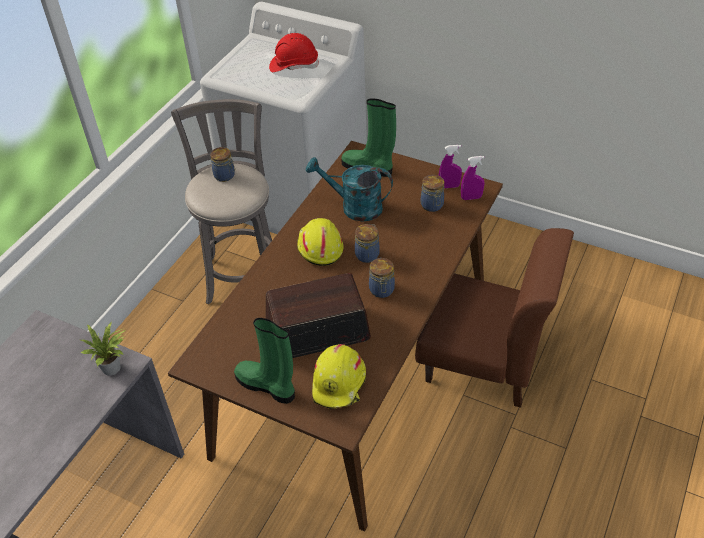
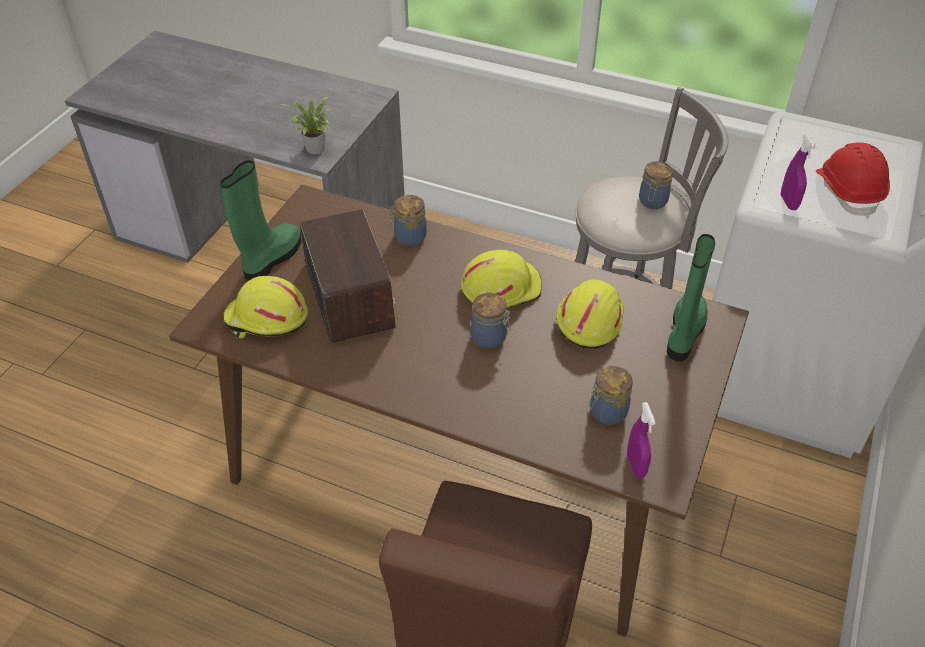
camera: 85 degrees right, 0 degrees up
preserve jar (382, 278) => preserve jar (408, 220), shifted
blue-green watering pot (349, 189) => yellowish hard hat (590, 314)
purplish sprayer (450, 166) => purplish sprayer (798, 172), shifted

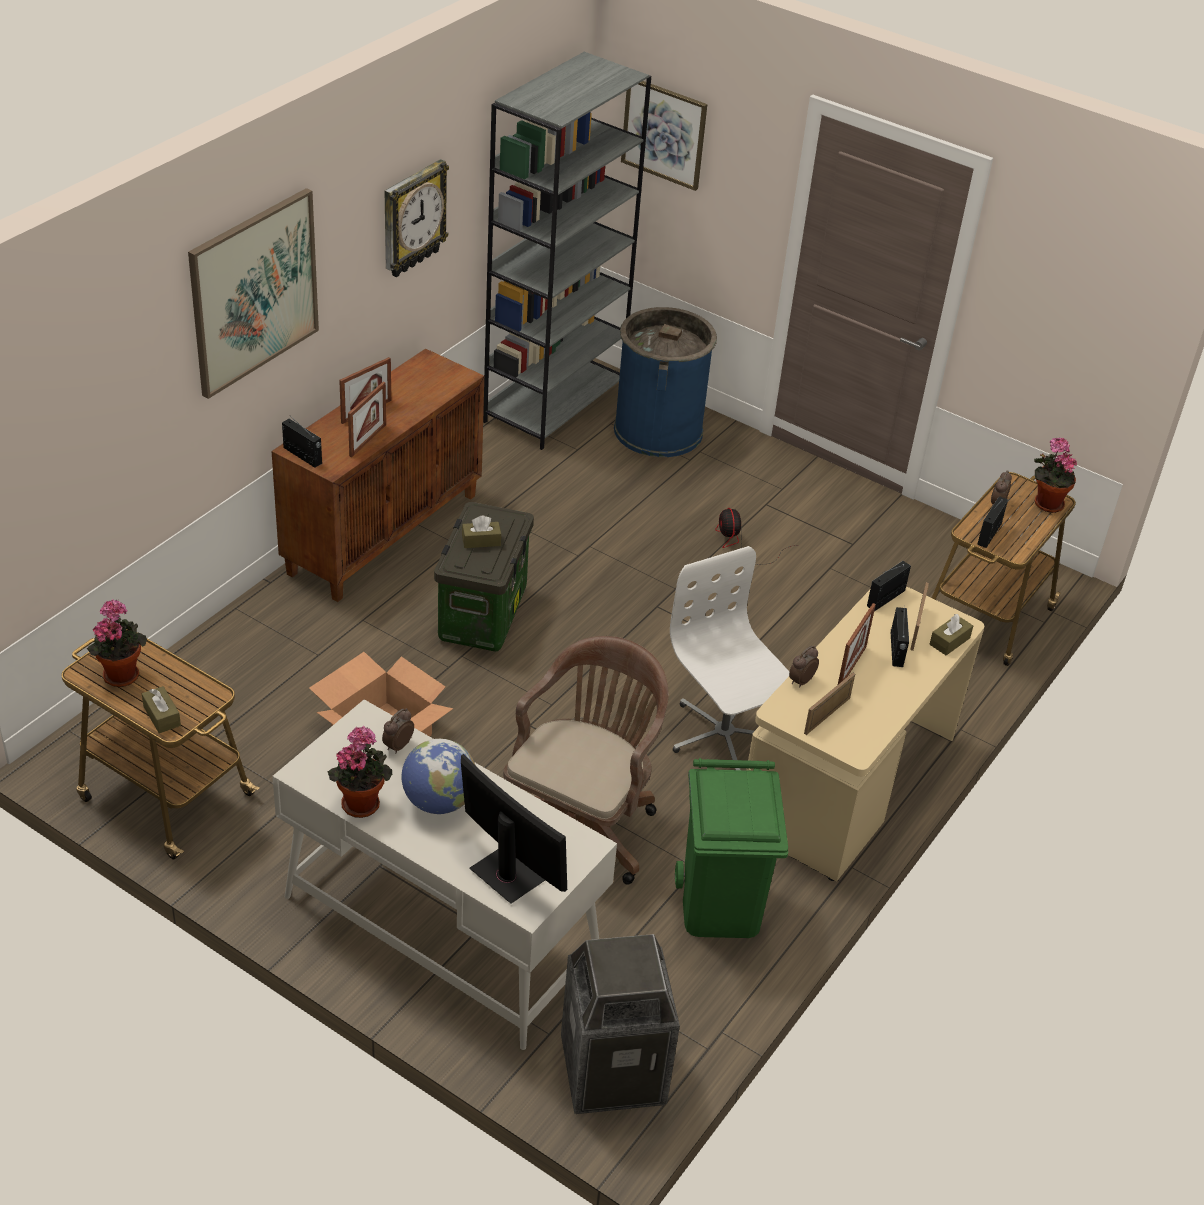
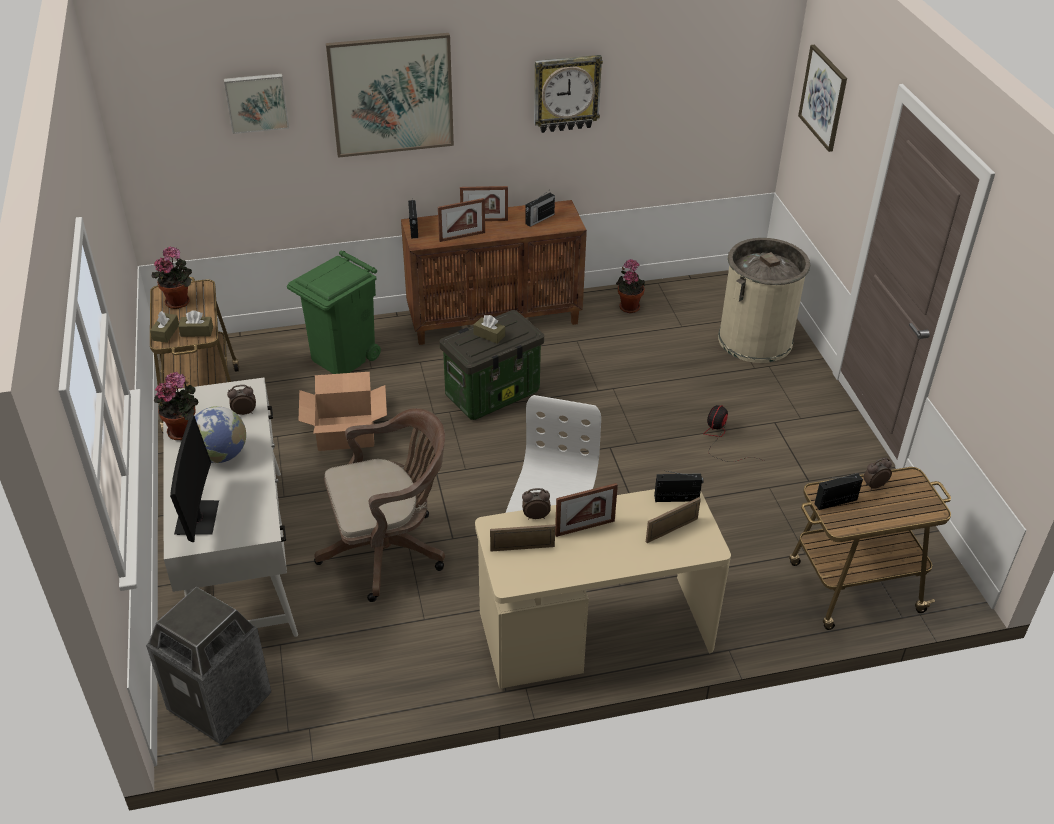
camera: 45 degrees right, 0 degrees up
brownish tissue holder (951, 634) => brownish tissue holder (195, 323), shifted
nothing => wall art (256, 104)
green rubbish bin (731, 848) => green rubbish bin (334, 312), shifted
radio (900, 637) => radio (540, 209), shifted
plant in a pot (1055, 475) => plant in a pot (631, 286), shifted
blue-coloured rubbish bin (665, 382) => sand-coloured rubbish bin (764, 300)
greyish bookcase (567, 251) => nothing

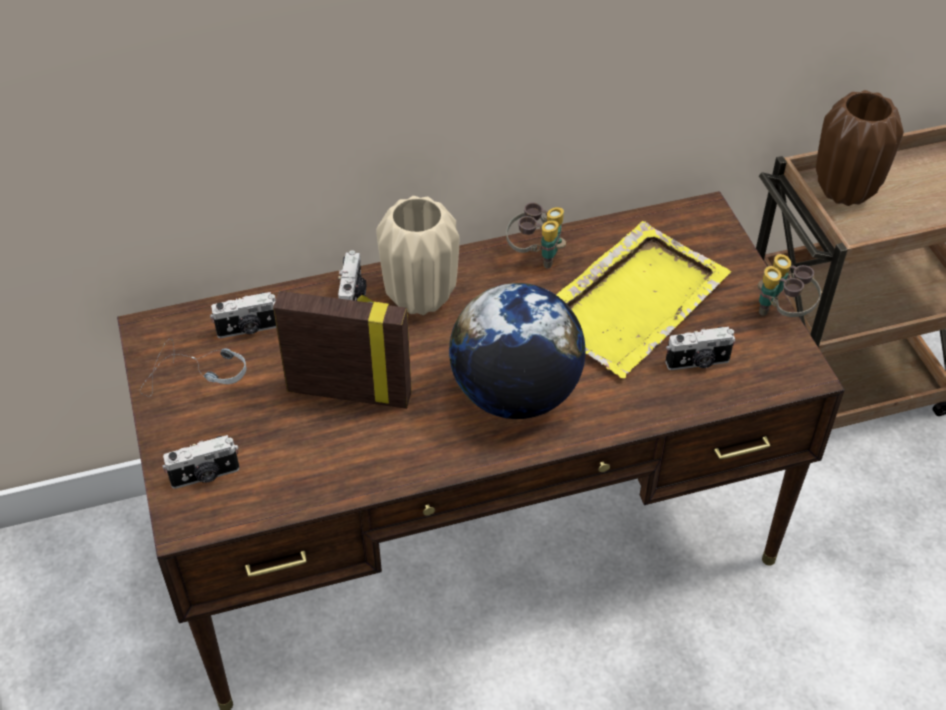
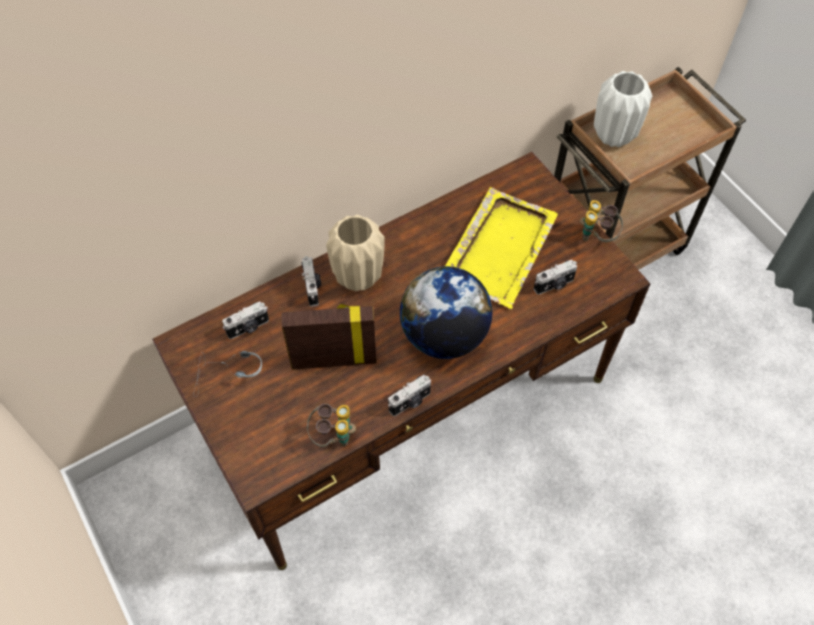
camera: 15 degrees left, 10 degrees up
field glasses (536, 235) => field glasses (331, 425), shifted
photo camera (201, 462) => photo camera (409, 395), shifted
brownish decorative vase (860, 148) => whitish decorative vase (623, 109)

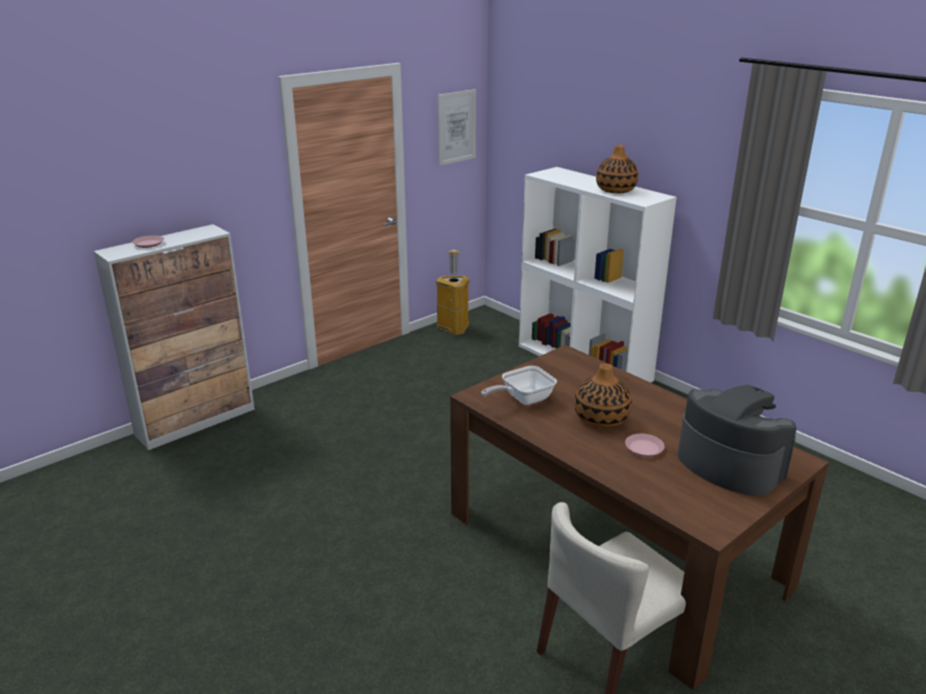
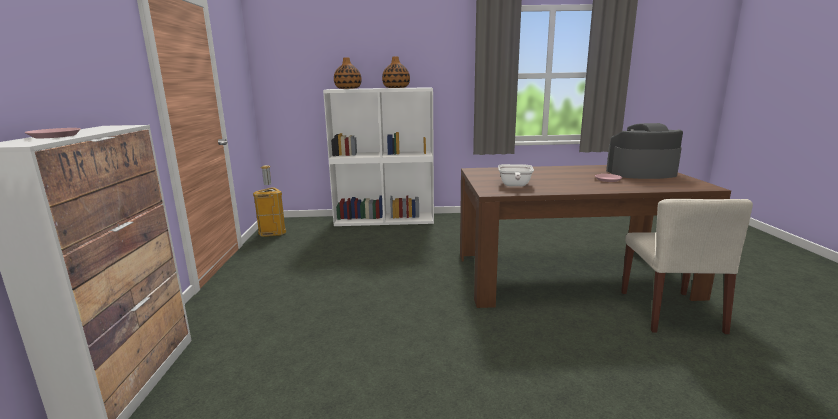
camera: 50 degrees left, 10 degrees down
decorative vase (603, 395) => decorative vase (348, 73), shifted
wall art (457, 127) => nothing

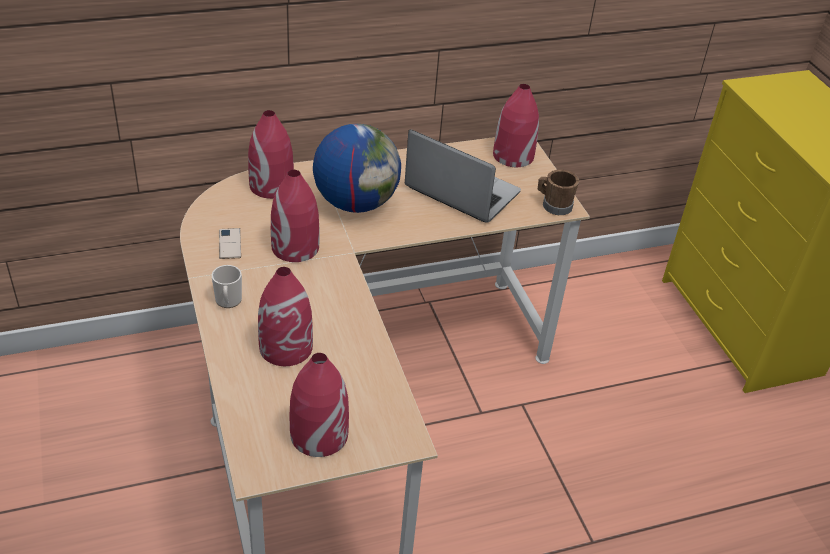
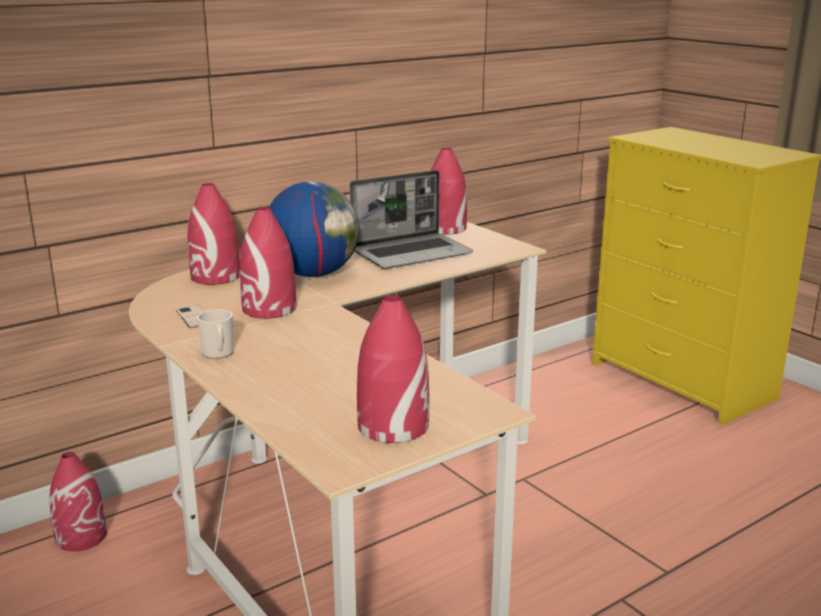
camera: 15 degrees left, 20 degrees down
reddish decorative vase (285, 316) => reddish decorative vase (78, 502), shifted
laptop (463, 176) => laptop (411, 219), 135 degrees clockwise
brownish tea mug (558, 192) => nothing

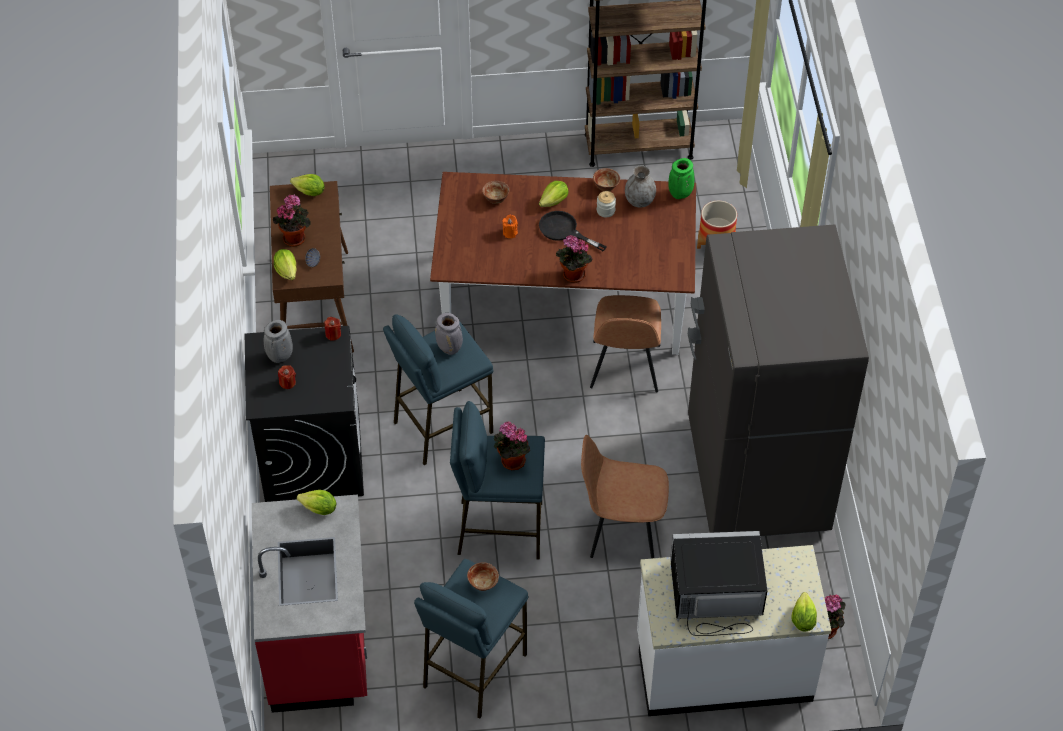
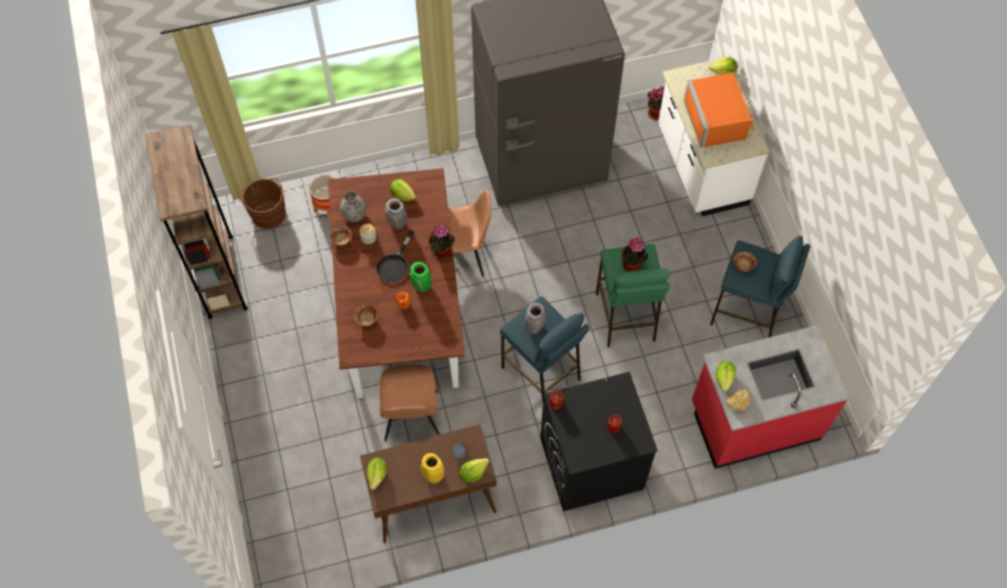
camera: 100 degrees left, 10 degrees up
nothing => brownish bucket (262, 203)
brownish upright chair (625, 497) => brownish upright chair (410, 403), shifted
greyish decorative vase (278, 341) => greyish decorative vase (396, 213), shifted
lettuce head (554, 194) => lettuce head (403, 190), shifted
green decorative vase (681, 178) => green decorative vase (421, 277), shifted
plant in a pot (292, 220) => yellowish decorative vase (432, 468)
blue-coloured stool (497, 480) => green stool (633, 295)
blackish kitchen microwave (719, 583) => orange-coloured kitchen microwave (719, 110)
nothing => bread (738, 400)

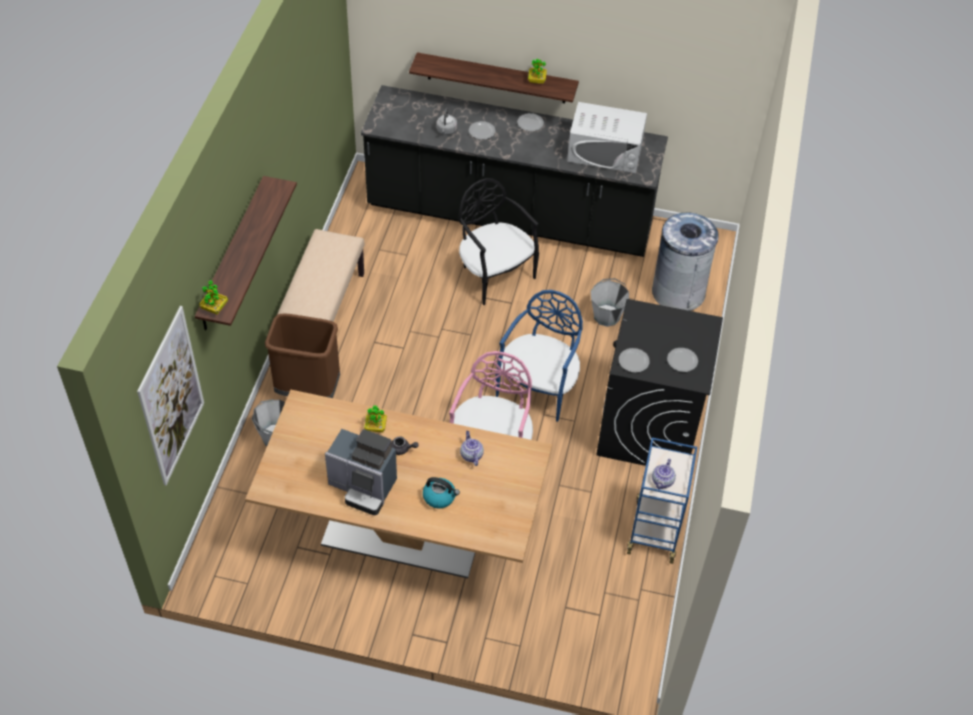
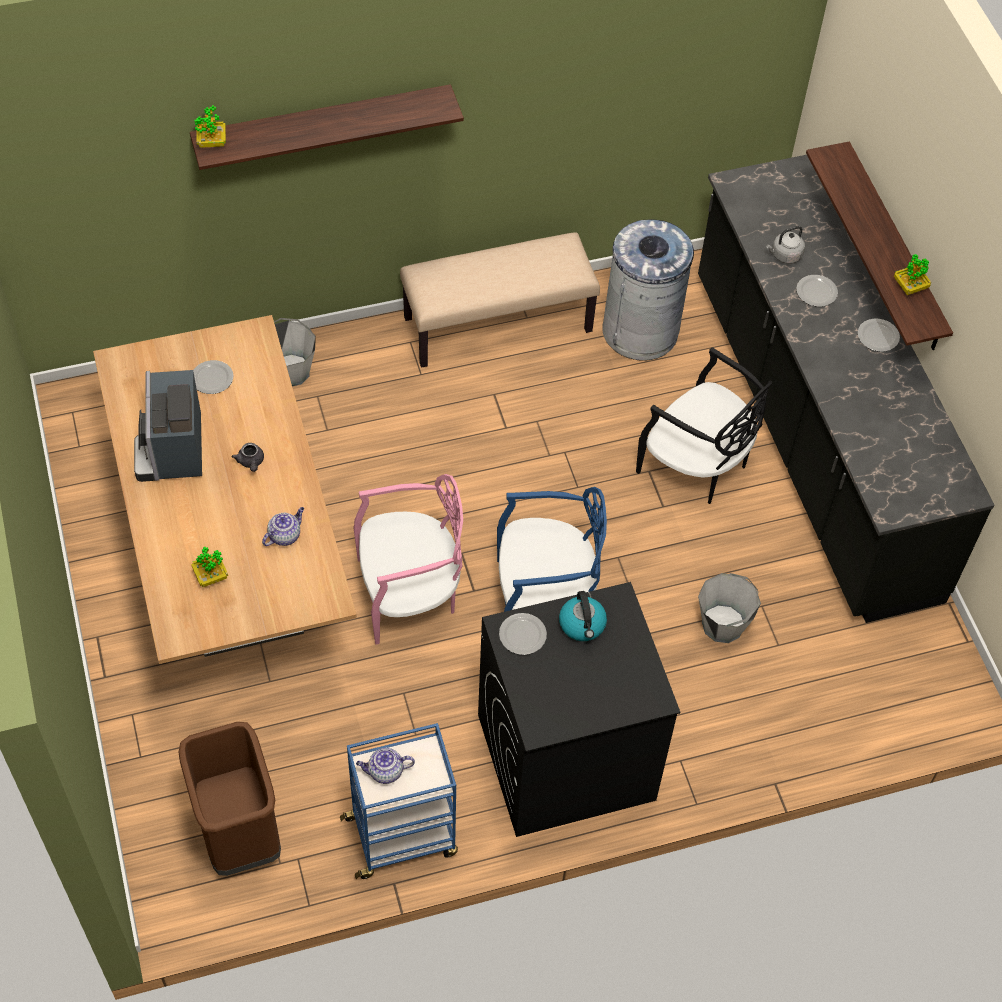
camera: 60 degrees right, 5 degrees up
brownish rubbish bin (302, 355) => brownish rubbish bin (230, 799), shifted
plant in a pot (375, 418) => plant in a pot (209, 567), shifted
flat dish (682, 360) => flat dish (213, 377), shifted
water kettle (441, 493) => water kettle (583, 616), shifted
greyish rubbish bin (685, 262) => greyish rubbish bin (648, 290), shifted
blackish upright chair (499, 241) => blackish upright chair (704, 425), 105 degrees clockwise
wall art (170, 395) => nothing
whitish kitchen microwave (607, 137) => nothing

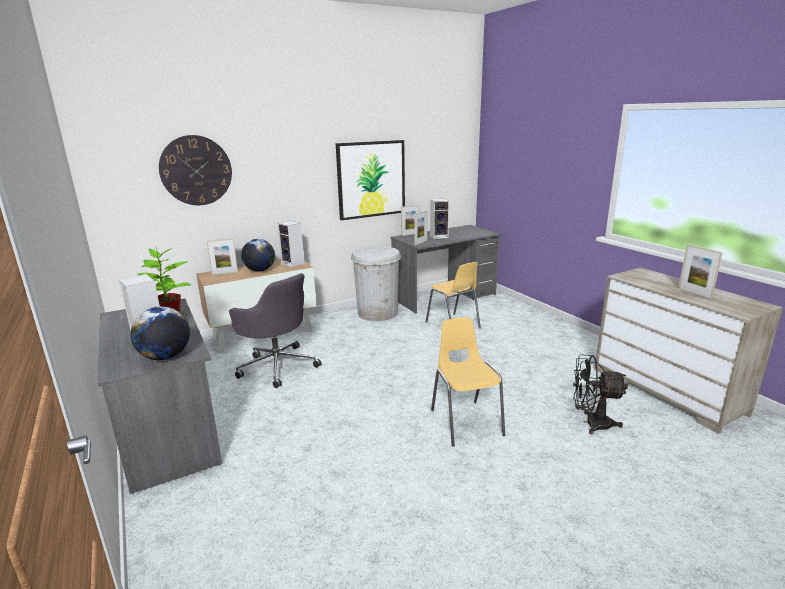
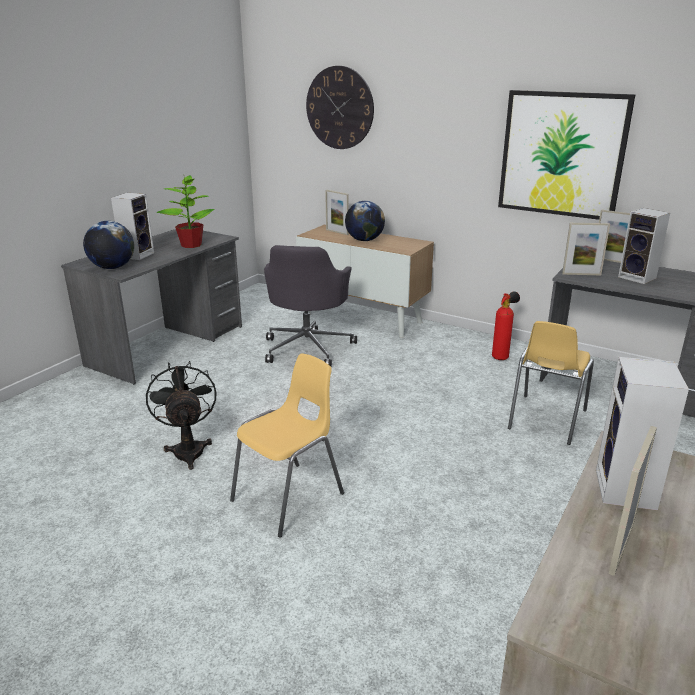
camera: 60 degrees right, 5 degrees up
blackish electric fan (600, 394) => blackish electric fan (181, 415), shifted
whitish rubbish bin (376, 283) => fire-fighting cylinder (506, 325)
speaker (290, 244) => speaker (642, 434), shifted

